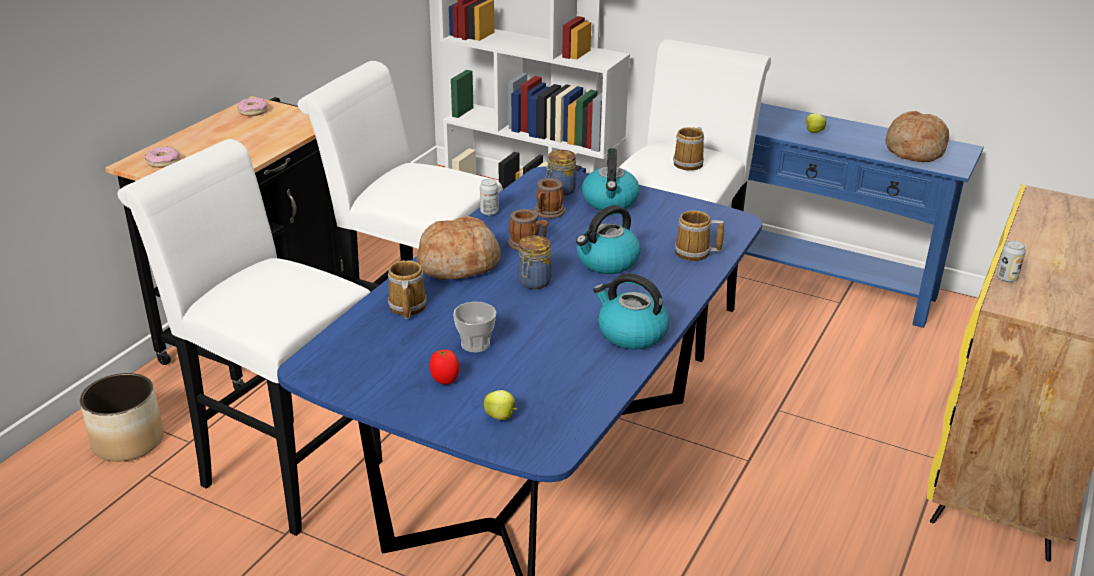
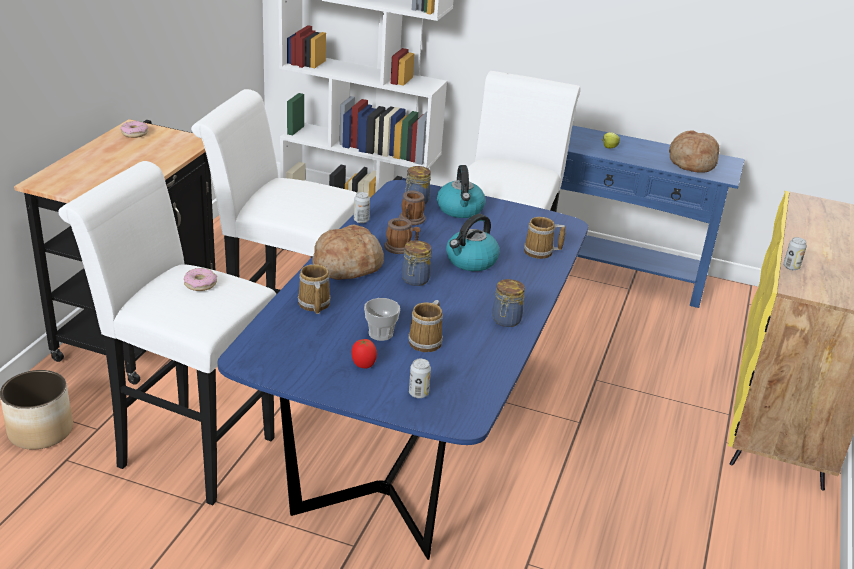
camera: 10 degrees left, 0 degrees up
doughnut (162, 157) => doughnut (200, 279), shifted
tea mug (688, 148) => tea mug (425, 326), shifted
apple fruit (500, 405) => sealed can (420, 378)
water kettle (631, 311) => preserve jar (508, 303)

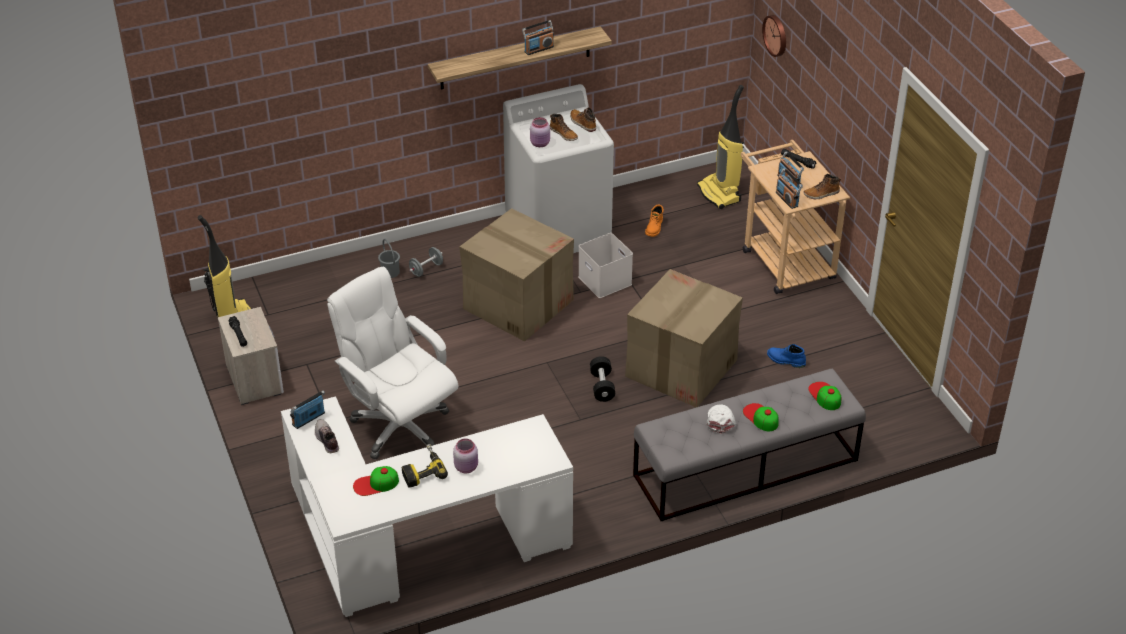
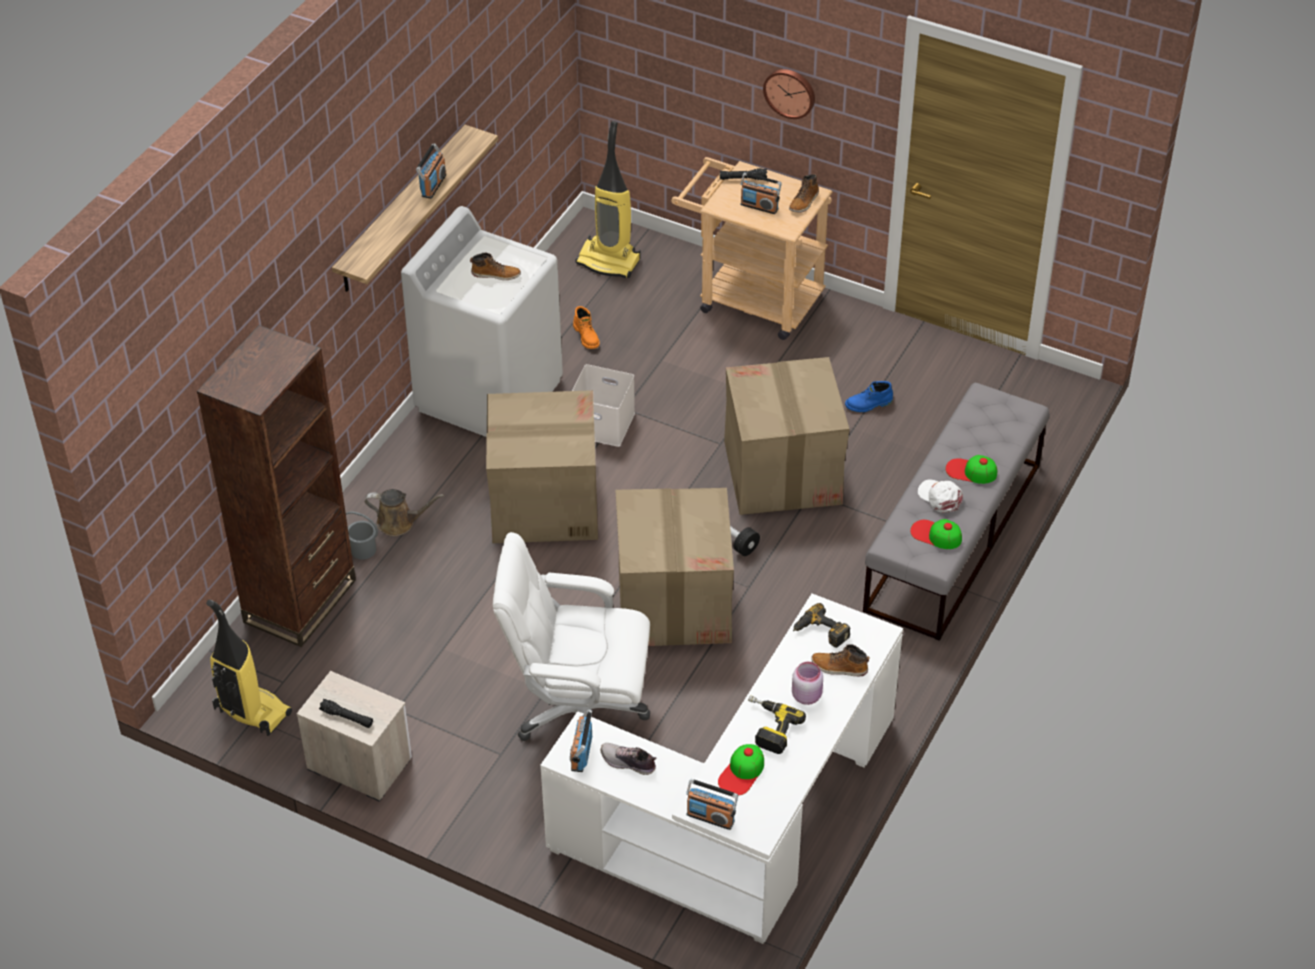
camera: 40 degrees left, 5 degrees up
nothing => brownish bookcase (276, 486)
greyish free weight (426, 262) => brownish watering pot (404, 512)
nothing => cardboard box (674, 567)
radio (789, 188) => radio (712, 804), shifted
hanging clock (774, 36) => hanging clock (789, 94), shifted
nothing => electric drill (821, 625)
boot (583, 120) => boot (840, 660), shifted
peaked cap (824, 396) => peaked cap (936, 534), shifted
pink-coloured preserve jar (540, 132) => nothing

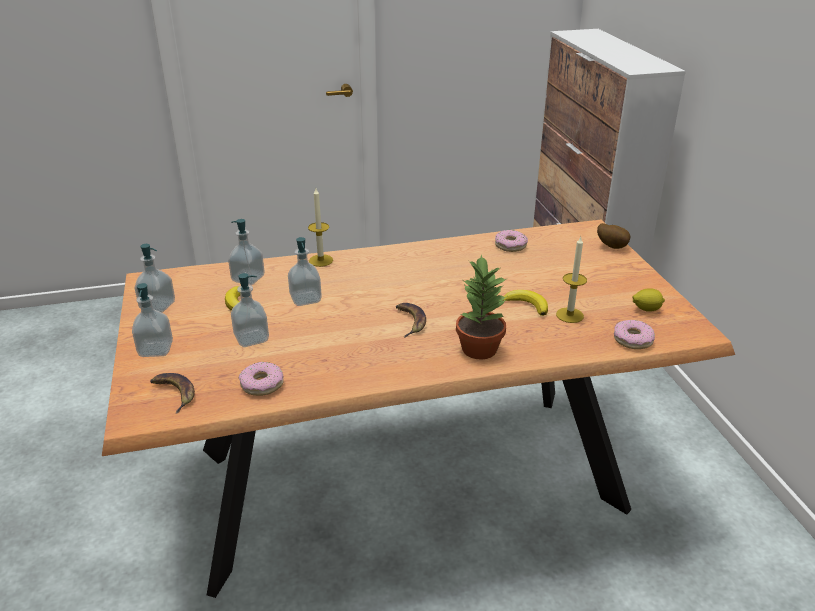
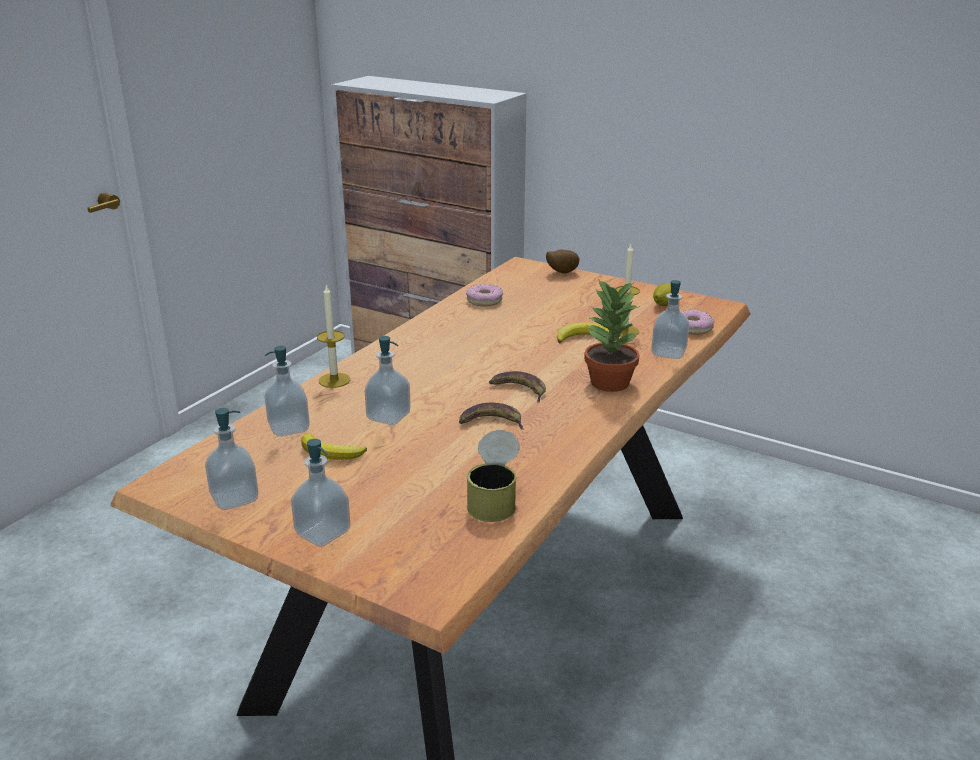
camera: 45 degrees left, 5 degrees down
banana (172, 393) => banana (491, 416), shifted
doughnut (261, 379) => sealed can (493, 476)
soap bottle (250, 310) => soap bottle (670, 319), shifted

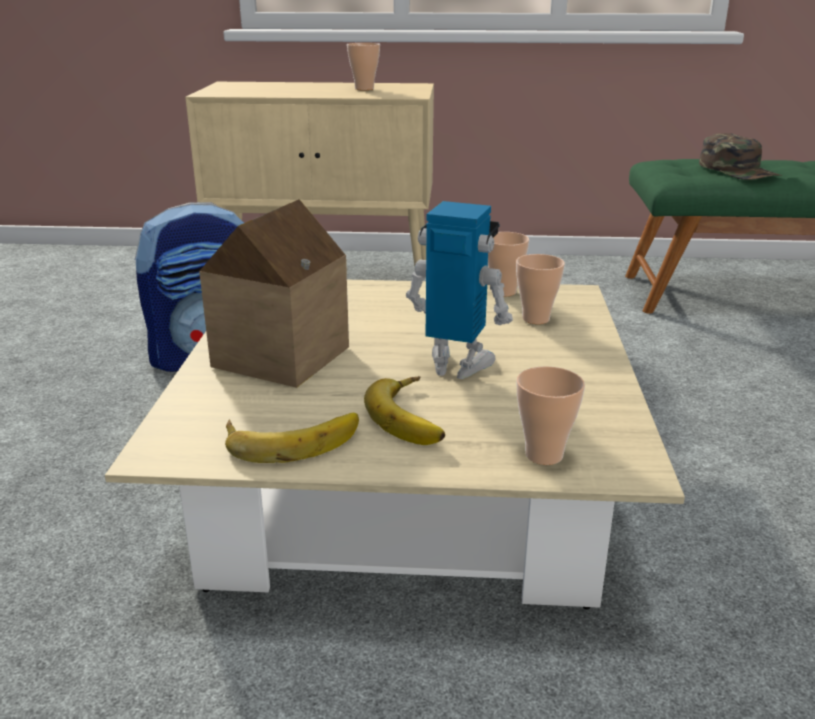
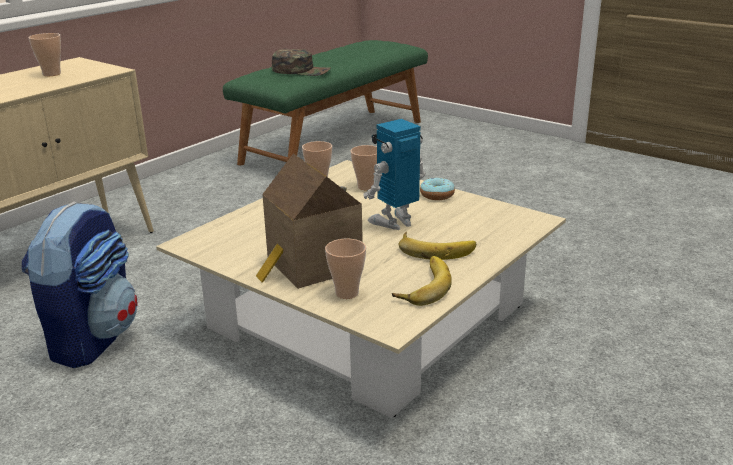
camera: 55 degrees left, 0 degrees up
small cup (551, 415) => small cup (345, 269), shifted
nothing => doughnut (437, 189)

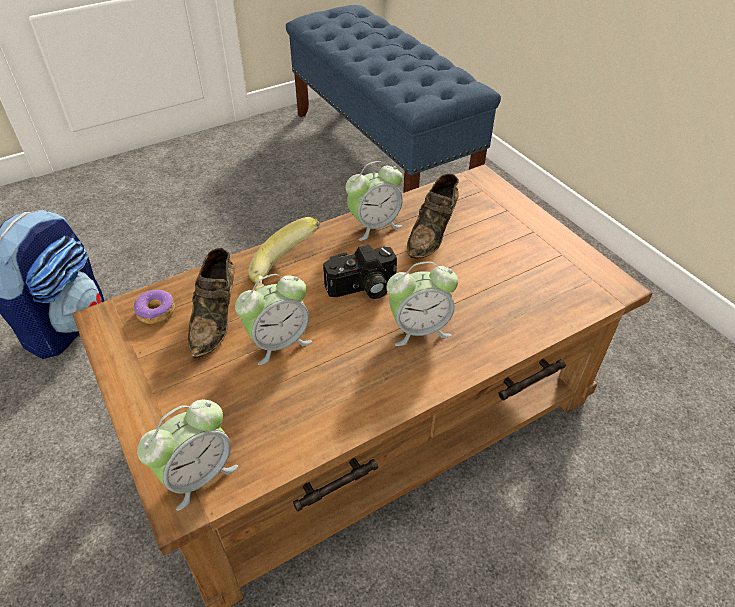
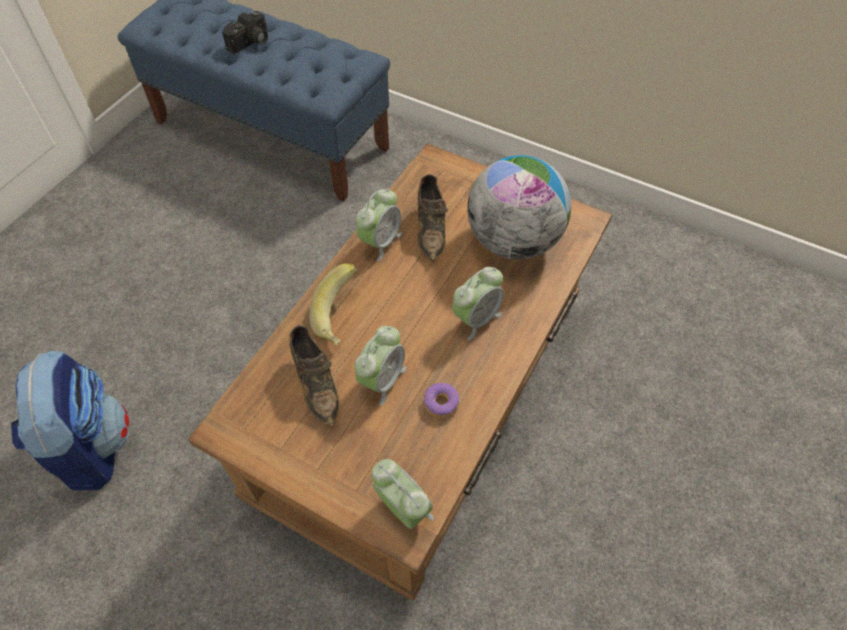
camera: 30 degrees left, 10 degrees up
photo camera (360, 272) => photo camera (245, 32), shifted
alarm clock (187, 455) => alarm clock (403, 494), 60 degrees counterclockwise
doughnut (154, 307) => doughnut (441, 400), shifted
nothing => globe (519, 207)

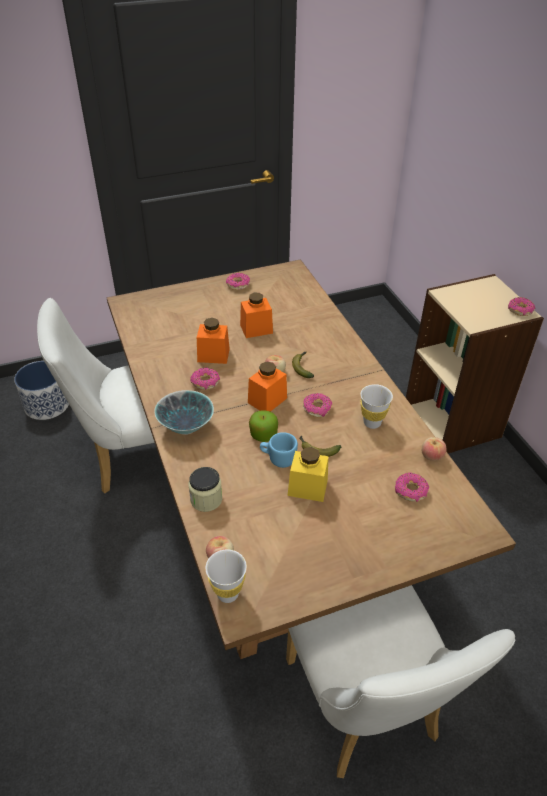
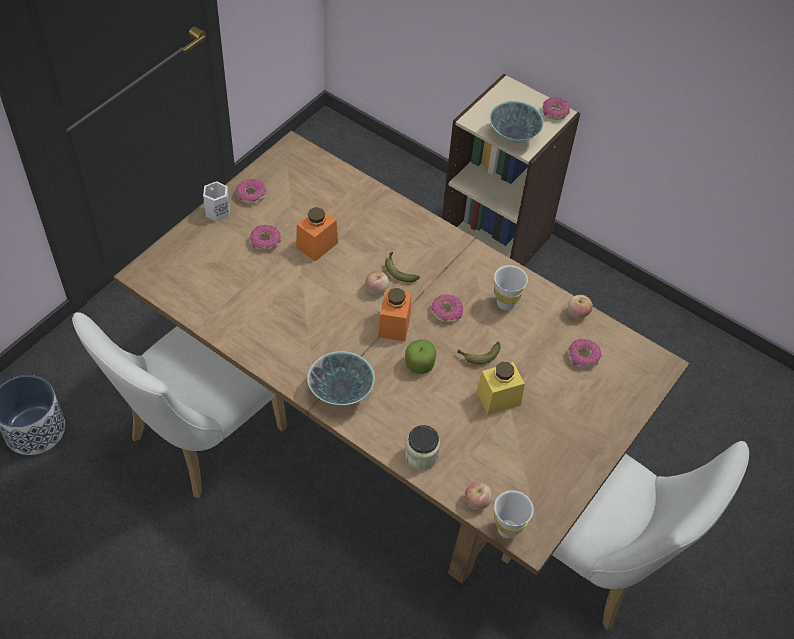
camera: 35 degrees left, 10 degrees up
nothing => whitish tea mug (216, 201)
doughnut (205, 378) => doughnut (265, 238), shifted
nothing => bowl (516, 122)
orange-coloured preserve jar (213, 341) => nothing
blue-coloured tea mug (279, 450) => nothing

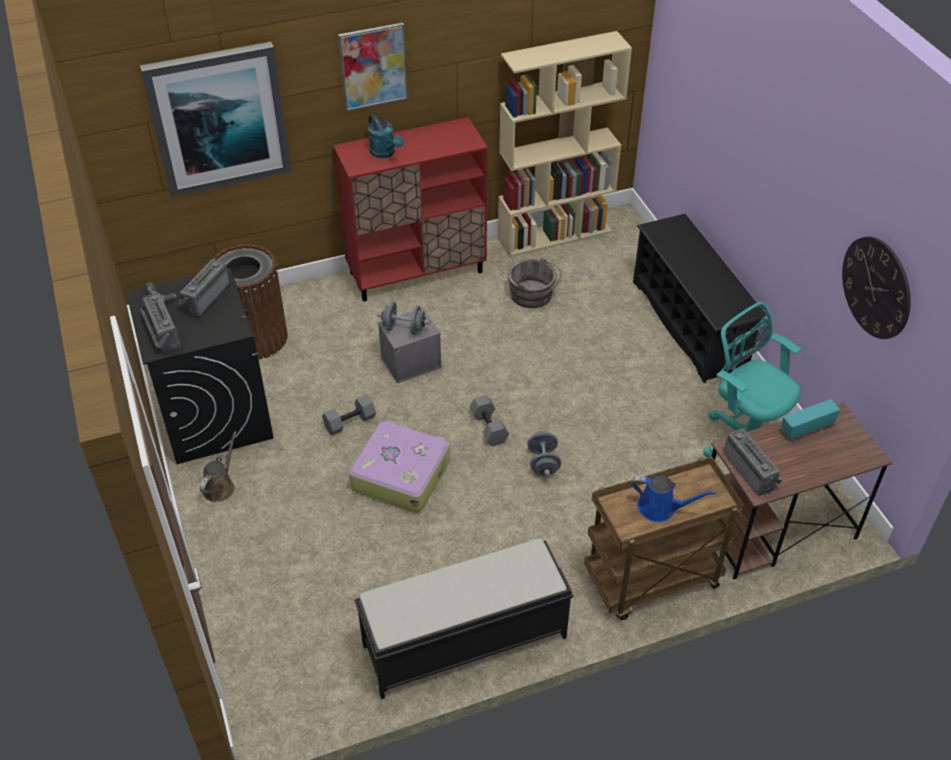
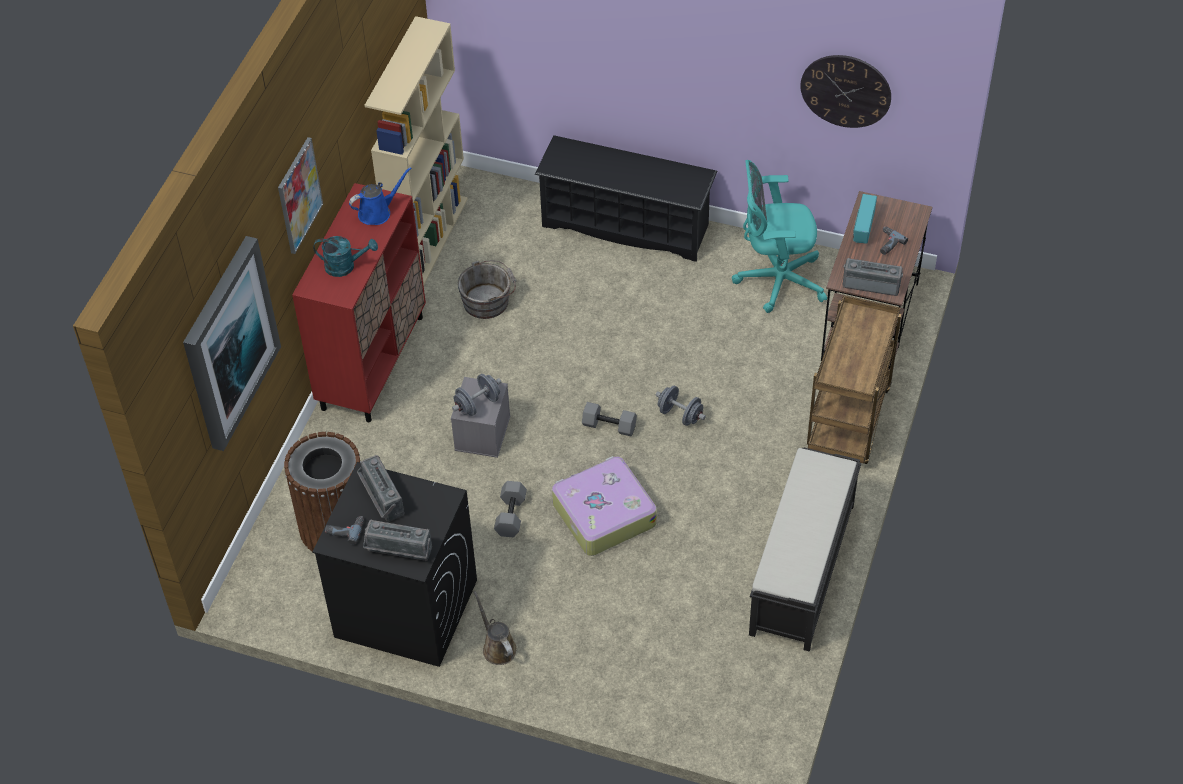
camera: 50 degrees left, 5 degrees up
blue-coloured watering pot (673, 498) => blue-coloured watering pot (380, 196), shifted
nothing => electric drill (894, 240)

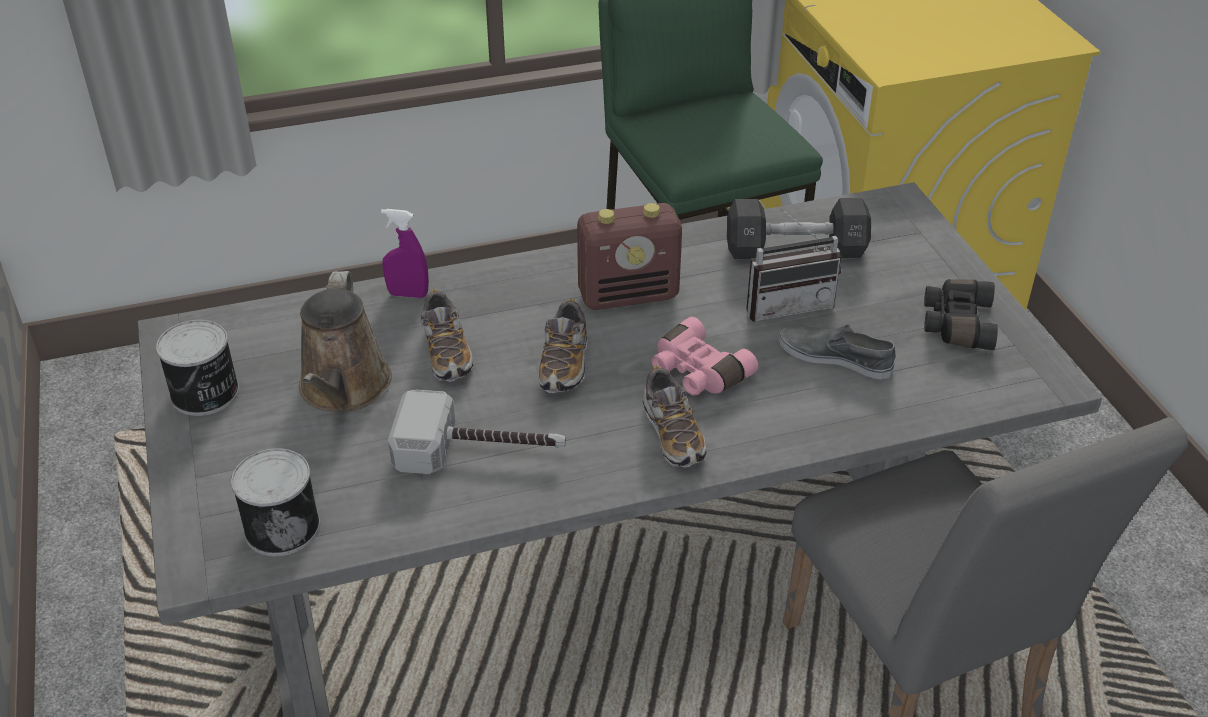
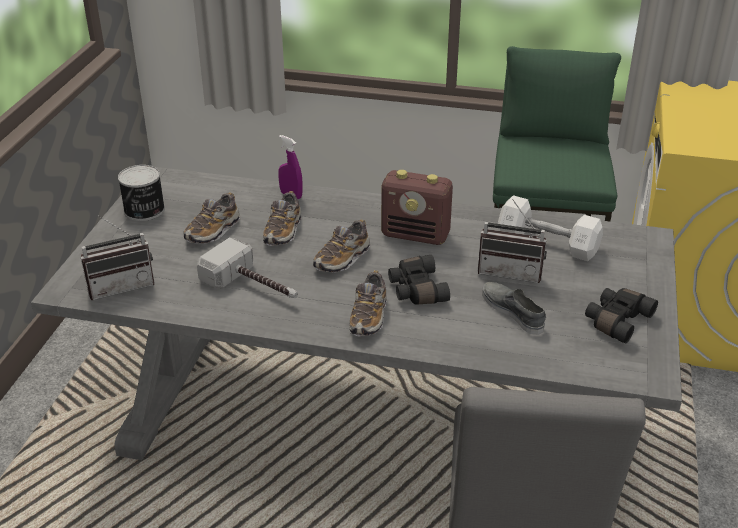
camera: 30 degrees right, 5 degrees down
sealed can (275, 502) => radio (117, 257)
brownish watering pot (345, 341) => shoe (211, 218)
pink-coloured field glasses (705, 356) => blackish field glasses (419, 280)
blackish free weight (799, 228) => whitish free weight (550, 228)

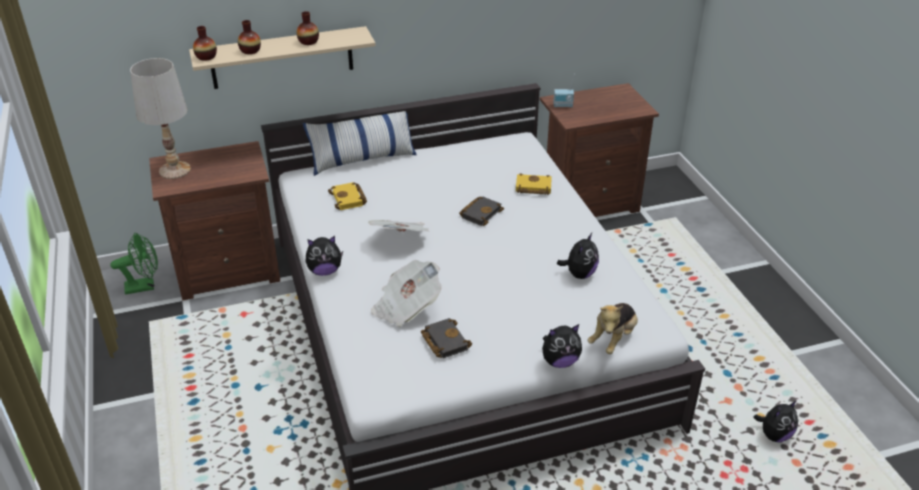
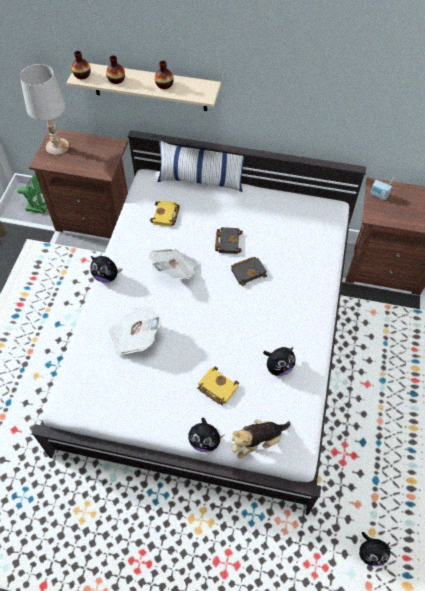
camera: 30 degrees right, 20 degrees up
yellowish volume (534, 184) => yellowish volume (218, 385), shifted
blackish volume (446, 338) => blackish volume (229, 240), shifted

